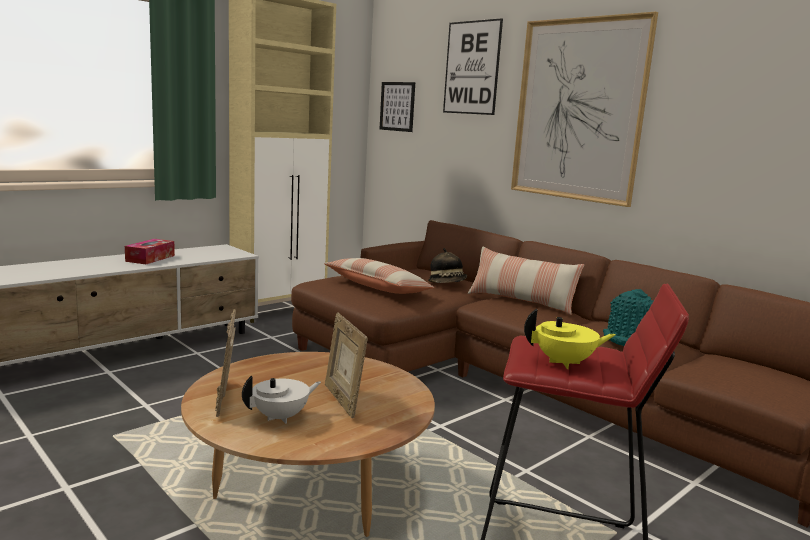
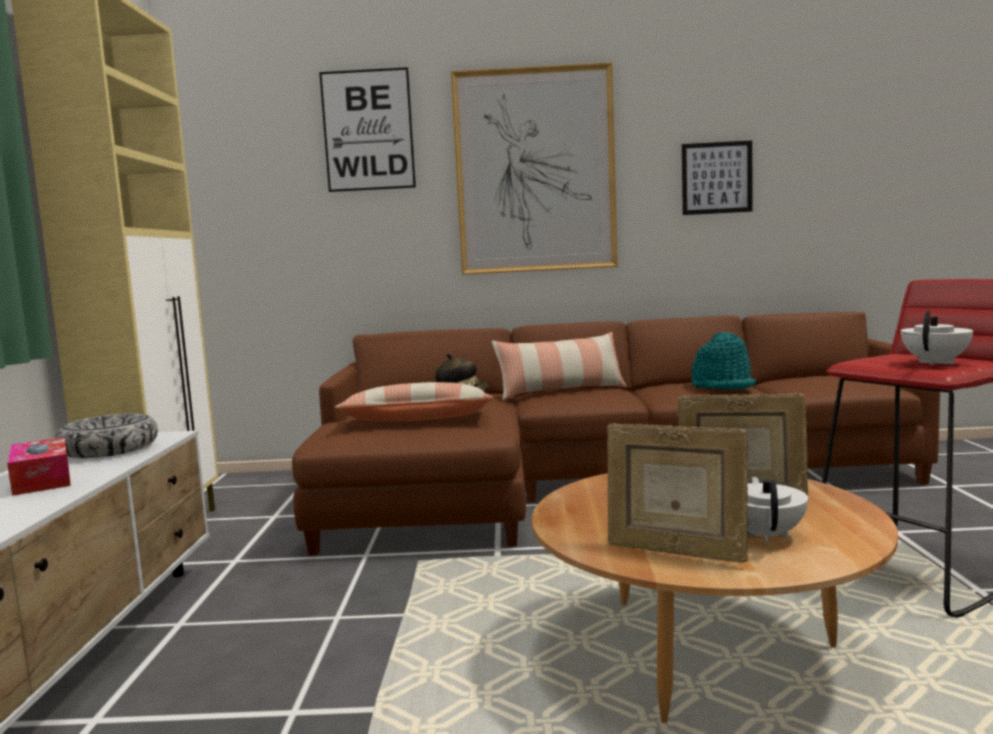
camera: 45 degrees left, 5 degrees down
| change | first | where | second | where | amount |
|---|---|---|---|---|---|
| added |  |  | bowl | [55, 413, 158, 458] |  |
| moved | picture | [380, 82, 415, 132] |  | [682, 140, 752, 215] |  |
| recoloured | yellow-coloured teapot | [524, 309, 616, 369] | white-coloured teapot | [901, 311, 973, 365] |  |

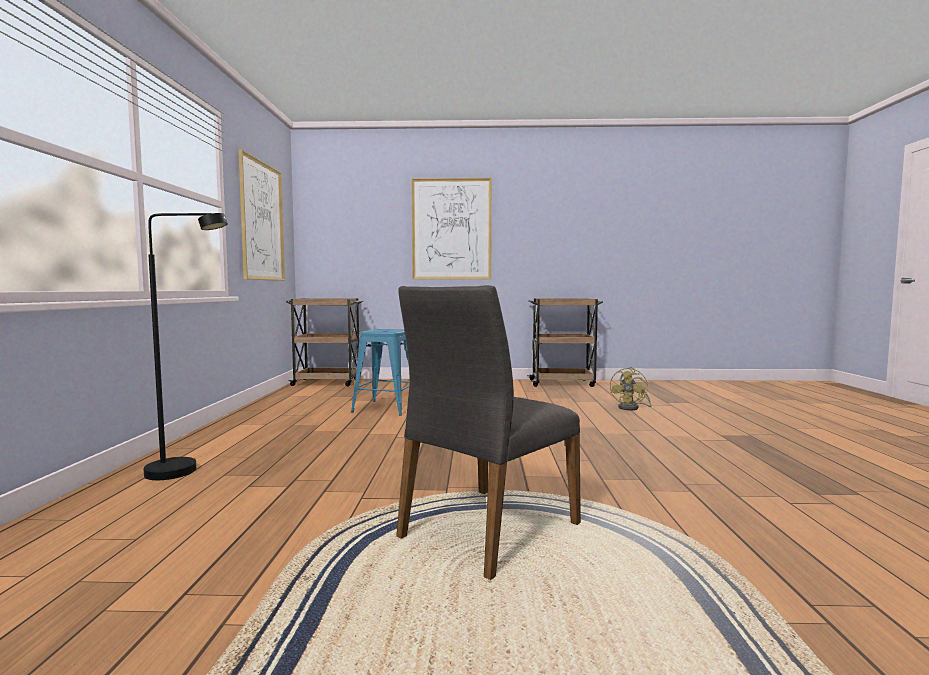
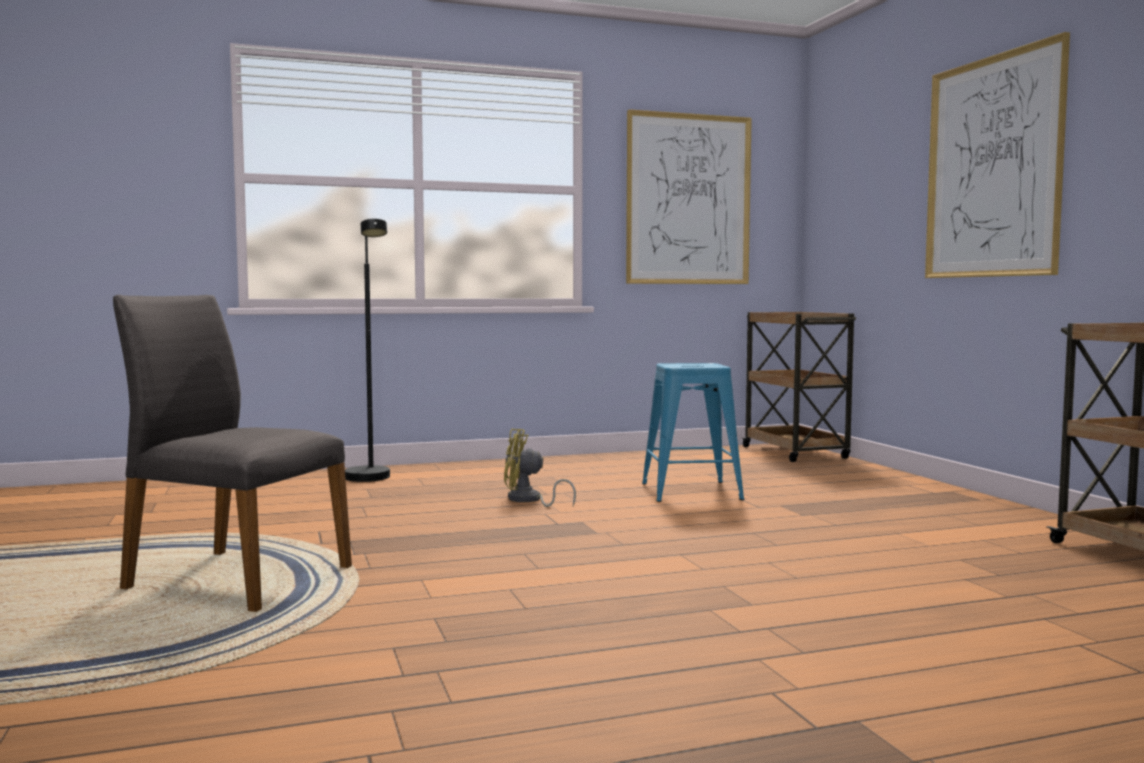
camera: 70 degrees right, 0 degrees up
| change | first | where | second | where | amount |
|---|---|---|---|---|---|
| moved | yellow-coloured cooling fan | [610, 367, 652, 410] |  | [504, 429, 576, 507] |  |

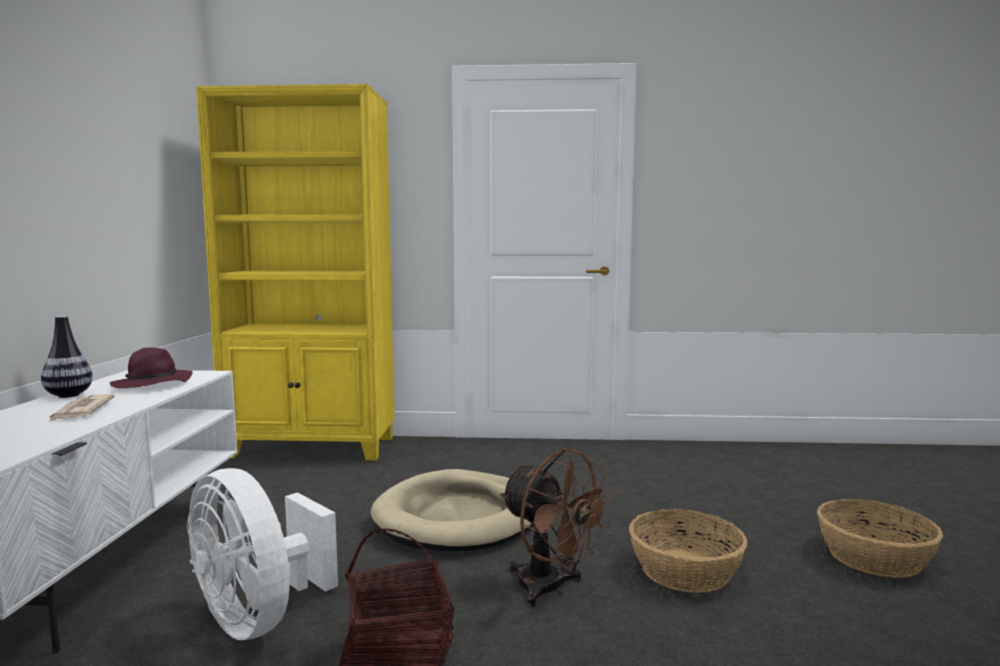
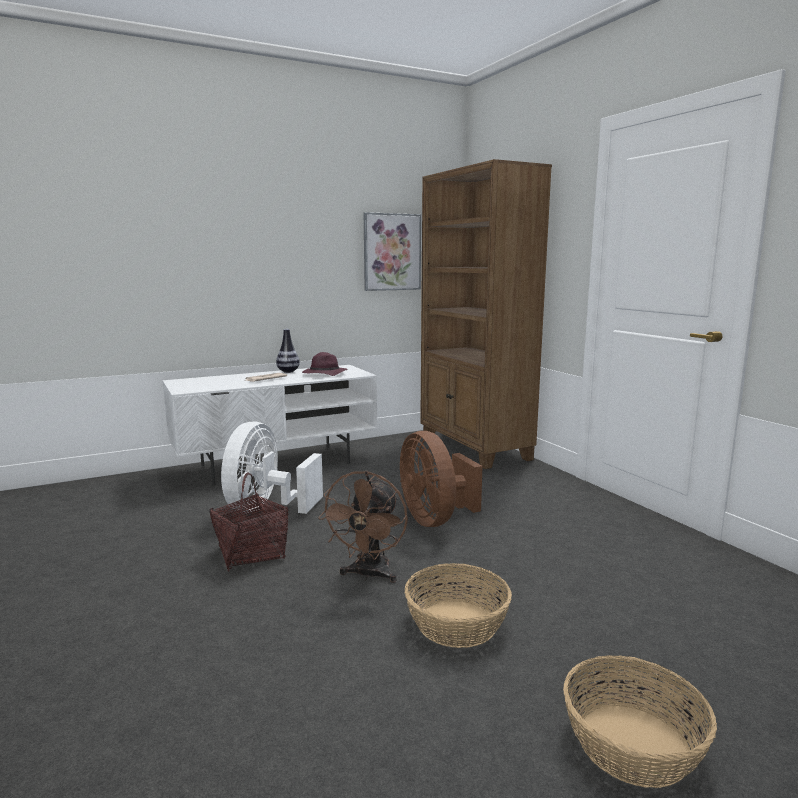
camera: 60 degrees right, 5 degrees up
| change | first | where | second | where | amount |
|---|---|---|---|---|---|
| added |  |  | picture | [364, 212, 421, 291] |  |
| replaced | beige-coloured dog cushion | [371, 469, 534, 551] | brown cooling fan | [400, 431, 483, 527] |  |
| recoloured | yellow-coloured shelving unit | [196, 84, 394, 461] | brown shelving unit | [420, 159, 552, 469] |  |

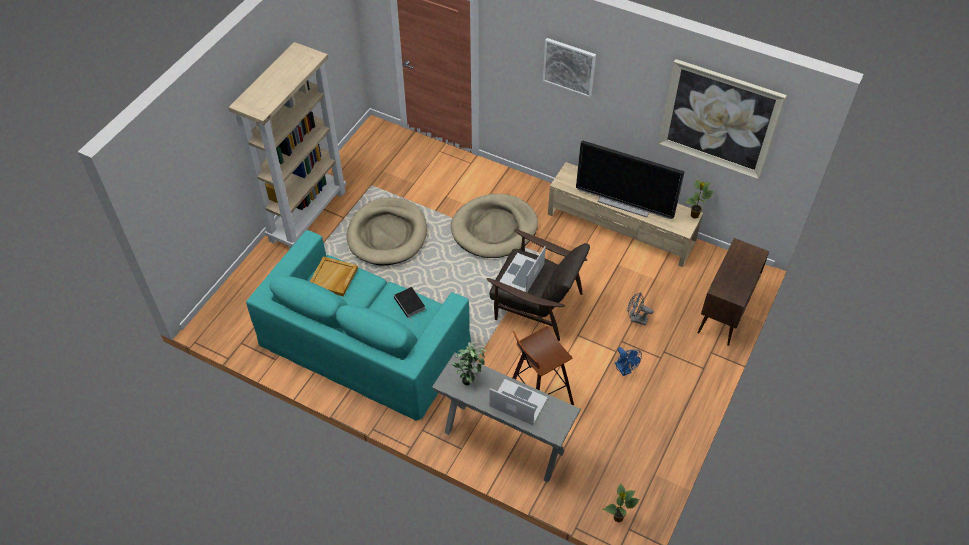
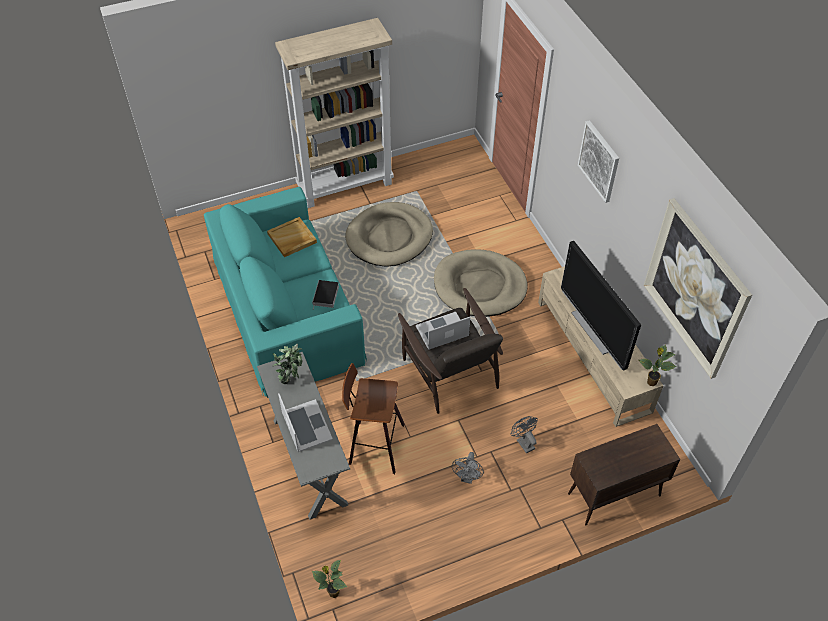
camera: 40 degrees right, 0 degrees up
| change | first | where | second | where | amount |
|---|---|---|---|---|---|
| recoloured | blue-coloured cooling fan | [615, 347, 642, 376] | gray cooling fan | [452, 452, 484, 484] |  |

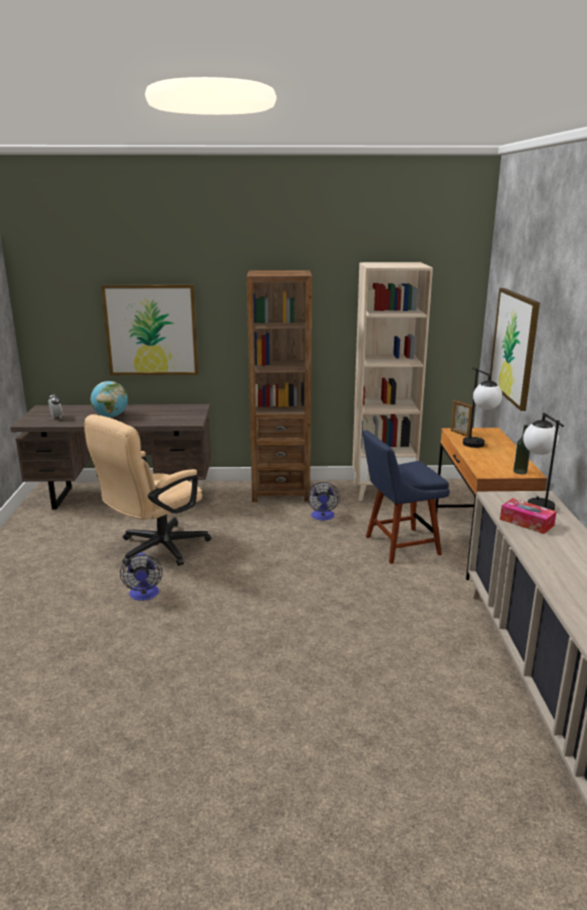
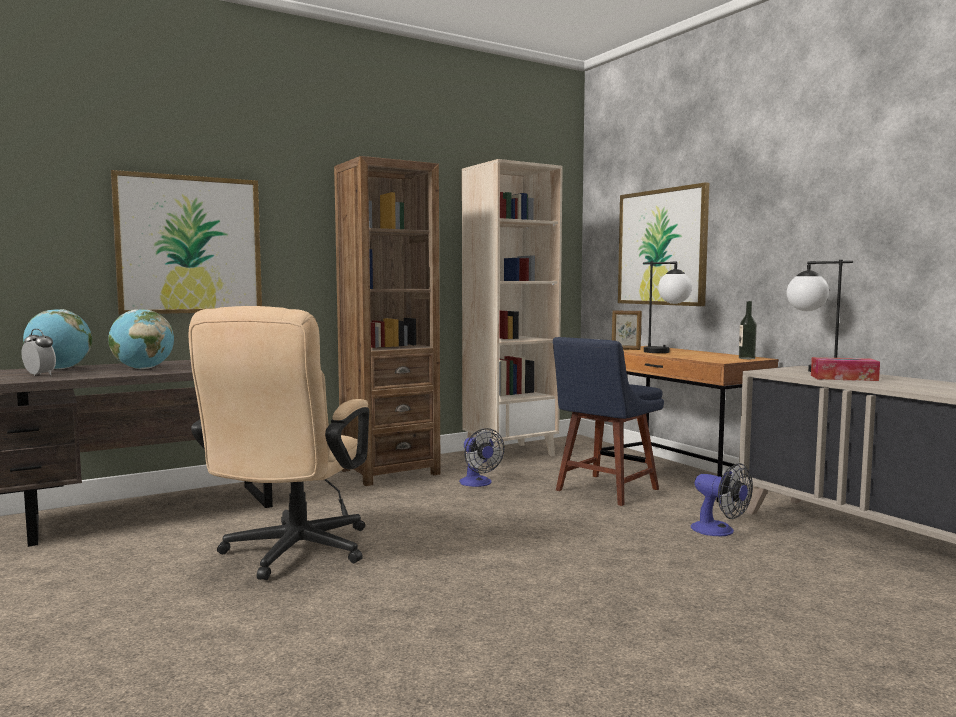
camera: 30 degrees left, 15 degrees down
| change | first | where | second | where | amount |
|---|---|---|---|---|---|
| added |  |  | globe | [23, 309, 92, 369] |  |
| moved | cooling fan | [120, 553, 163, 601] |  | [691, 463, 753, 536] |  |

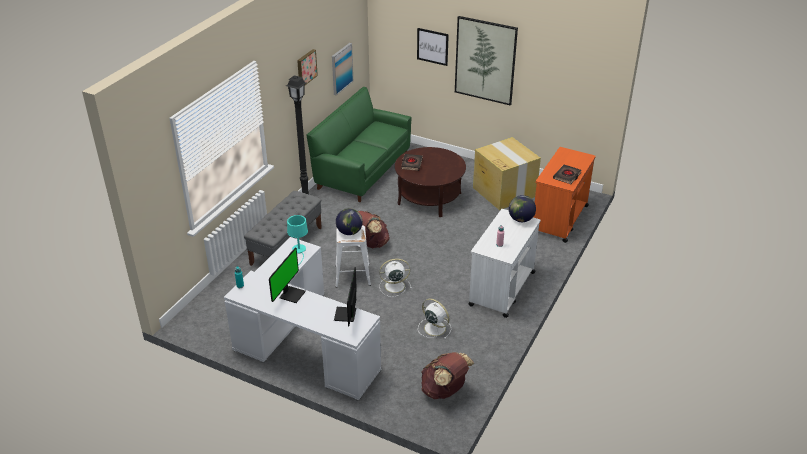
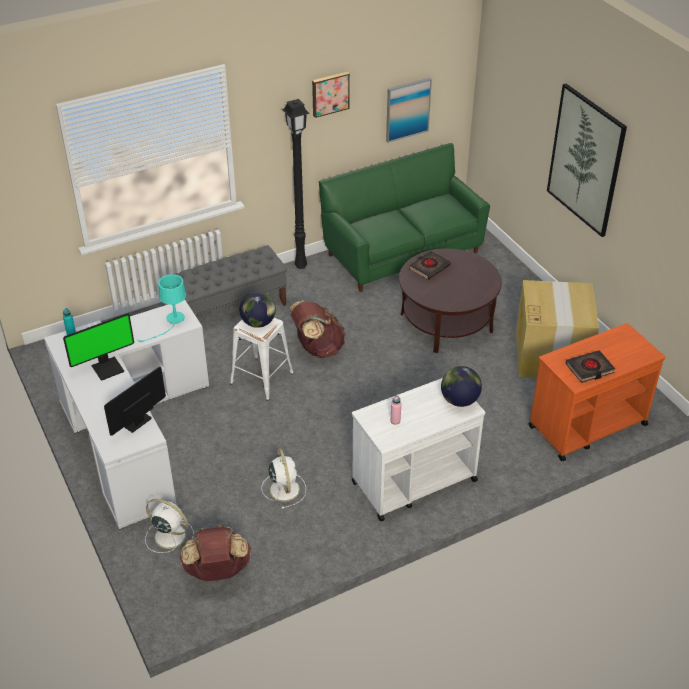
camera: 35 degrees right, 5 degrees up
| change | first | where | second | where | amount |
|---|---|---|---|---|---|
| moved | white-coloured cooling fan | [379, 258, 412, 297] |  | [145, 499, 194, 553] |  |
| removed | picture | [417, 28, 449, 66] |  |  |  |

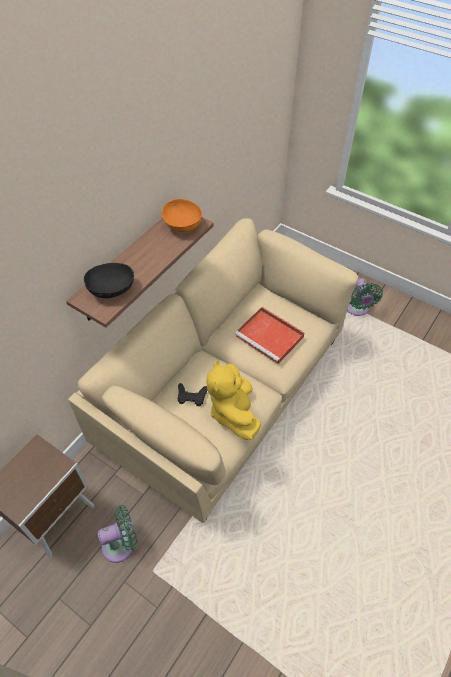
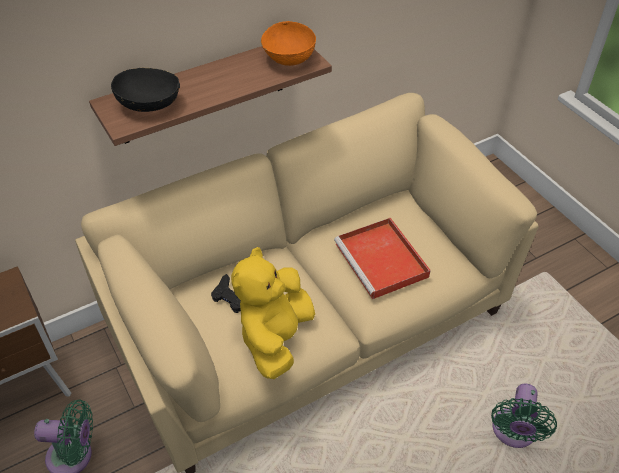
camera: 25 degrees right, 5 degrees down
| change | first | where | second | where | amount |
|---|---|---|---|---|---|
| moved | green cooling fan | [347, 278, 383, 316] |  | [491, 384, 557, 448] |  |

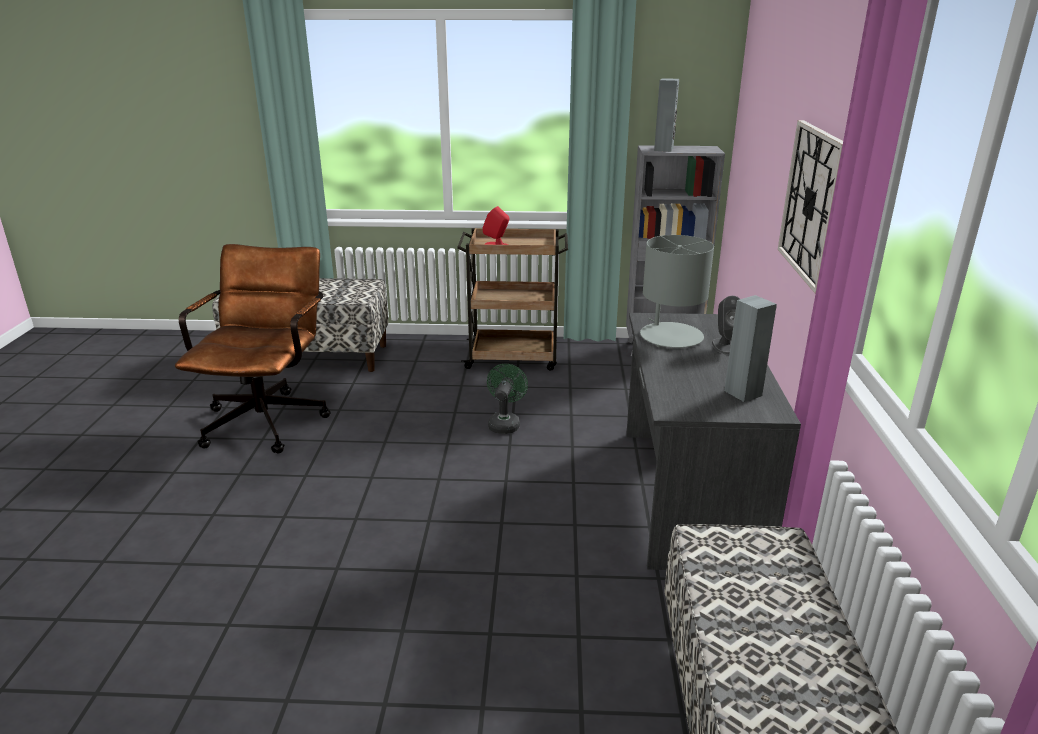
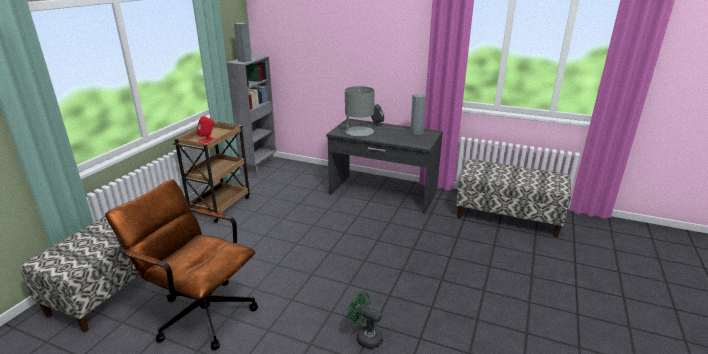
camera: 70 degrees left, 0 degrees up
| change | first | where | second | where | amount |
|---|---|---|---|---|---|
| moved | green cooling fan | [487, 364, 528, 434] |  | [347, 292, 383, 349] |  |
| removed | clock on the wall | [778, 120, 843, 294] |  |  |  |

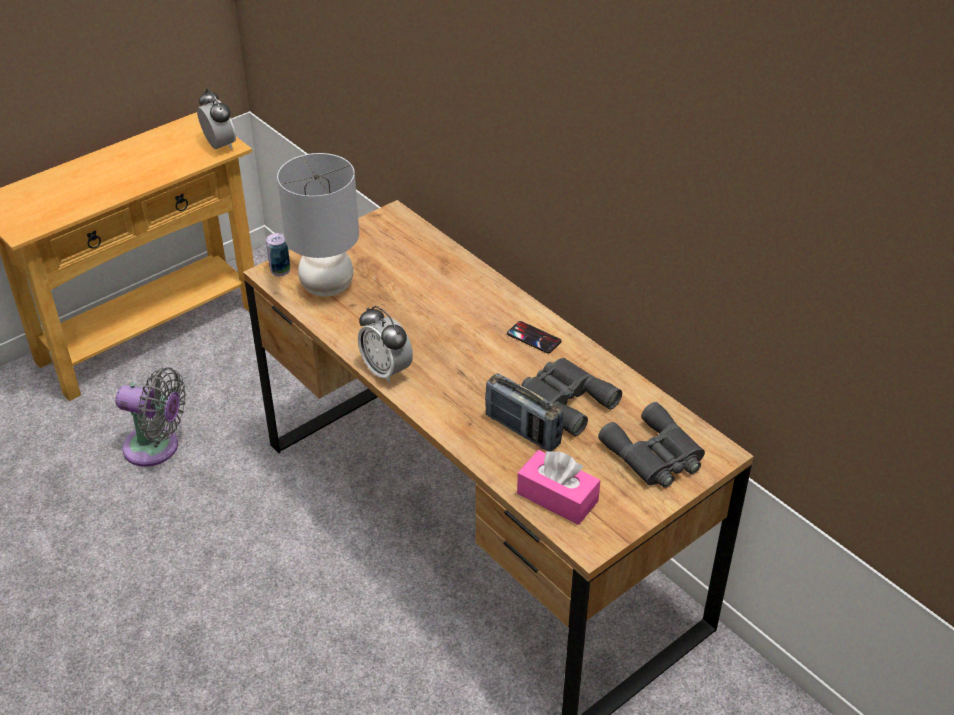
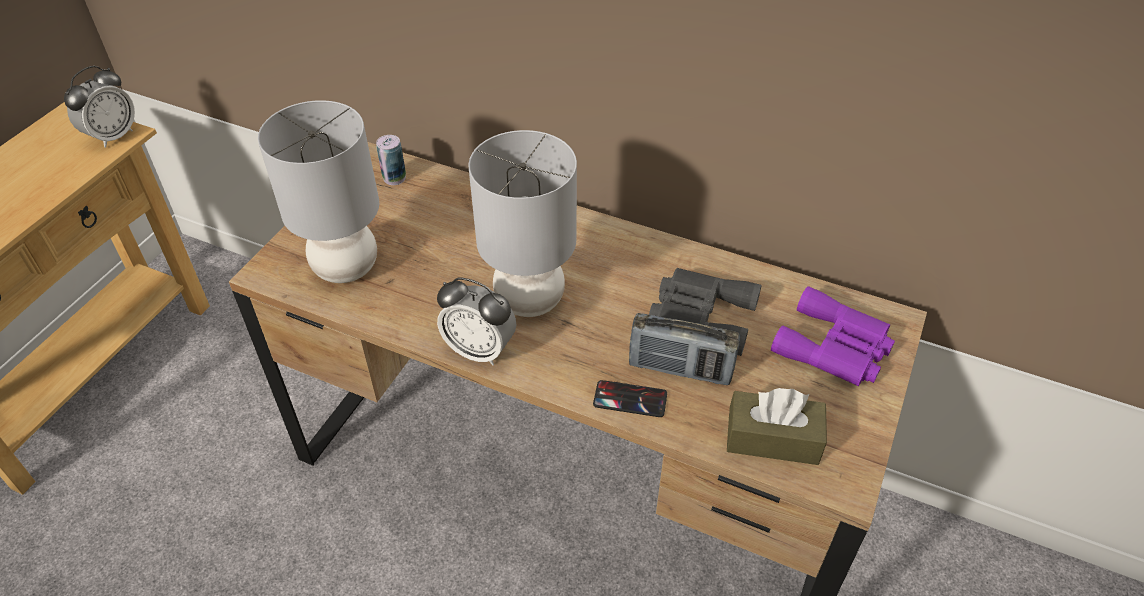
camera: 25 degrees left, 5 degrees up
| change | first | where | second | where | amount |
|---|---|---|---|---|---|
| turned | bedside clock | [197, 88, 236, 150] |  | [64, 66, 135, 148] | 90 degrees clockwise |
| moved | sealed can | [266, 233, 290, 276] |  | [376, 135, 406, 185] |  |
| added |  |  | gray table lamp | [468, 130, 577, 317] |  |
| moved | phone | [507, 321, 561, 354] |  | [593, 380, 667, 417] |  |
| recoloured | pink-coloured tissue box | [517, 450, 600, 525] | brown tissue box | [727, 388, 827, 465] |  |
| recoloured | gray pair of binoculars | [598, 402, 705, 488] | purple pair of binoculars | [771, 286, 895, 386] |  |
| removed | gray cooling fan | [115, 367, 186, 467] |  |  |  |

